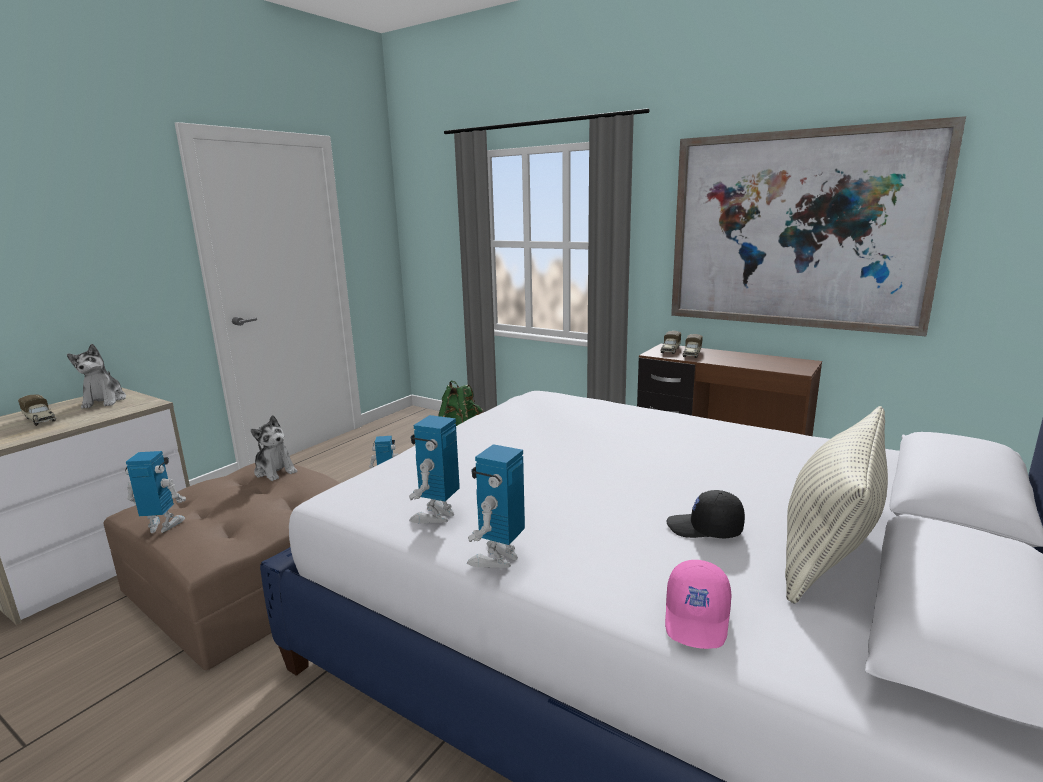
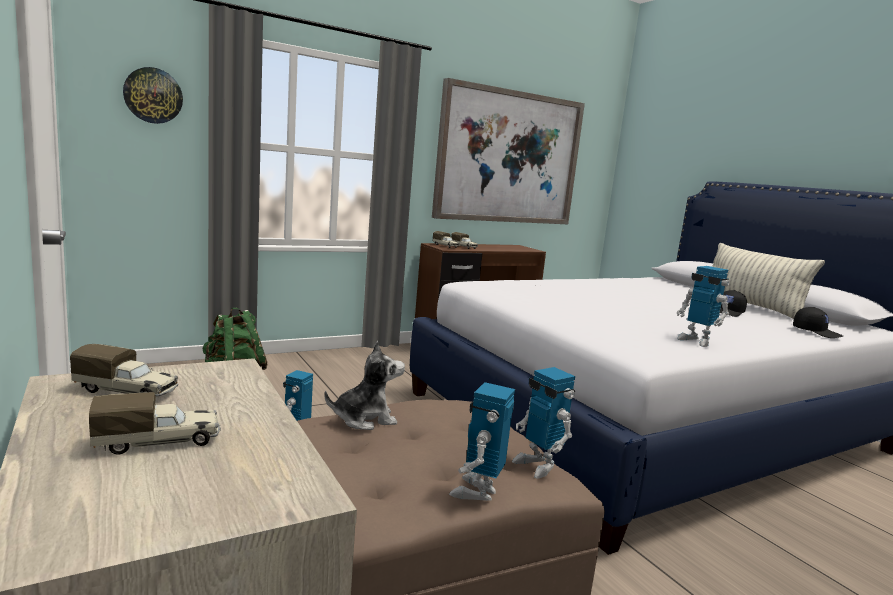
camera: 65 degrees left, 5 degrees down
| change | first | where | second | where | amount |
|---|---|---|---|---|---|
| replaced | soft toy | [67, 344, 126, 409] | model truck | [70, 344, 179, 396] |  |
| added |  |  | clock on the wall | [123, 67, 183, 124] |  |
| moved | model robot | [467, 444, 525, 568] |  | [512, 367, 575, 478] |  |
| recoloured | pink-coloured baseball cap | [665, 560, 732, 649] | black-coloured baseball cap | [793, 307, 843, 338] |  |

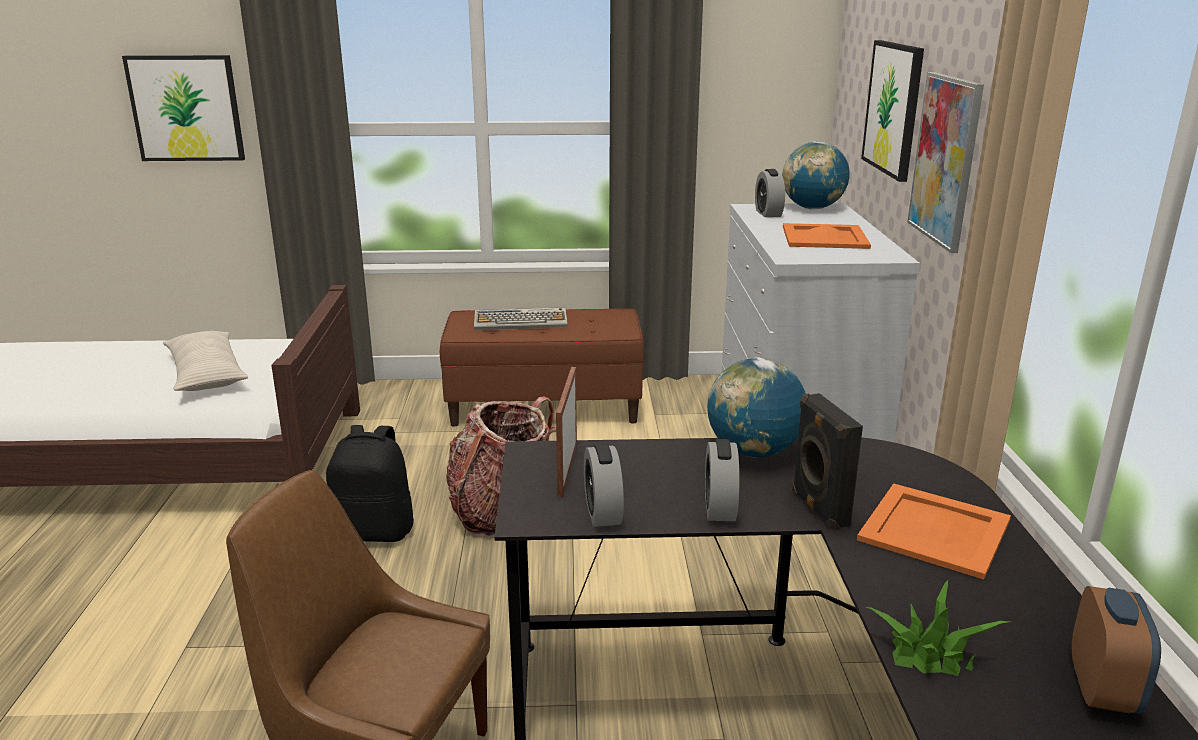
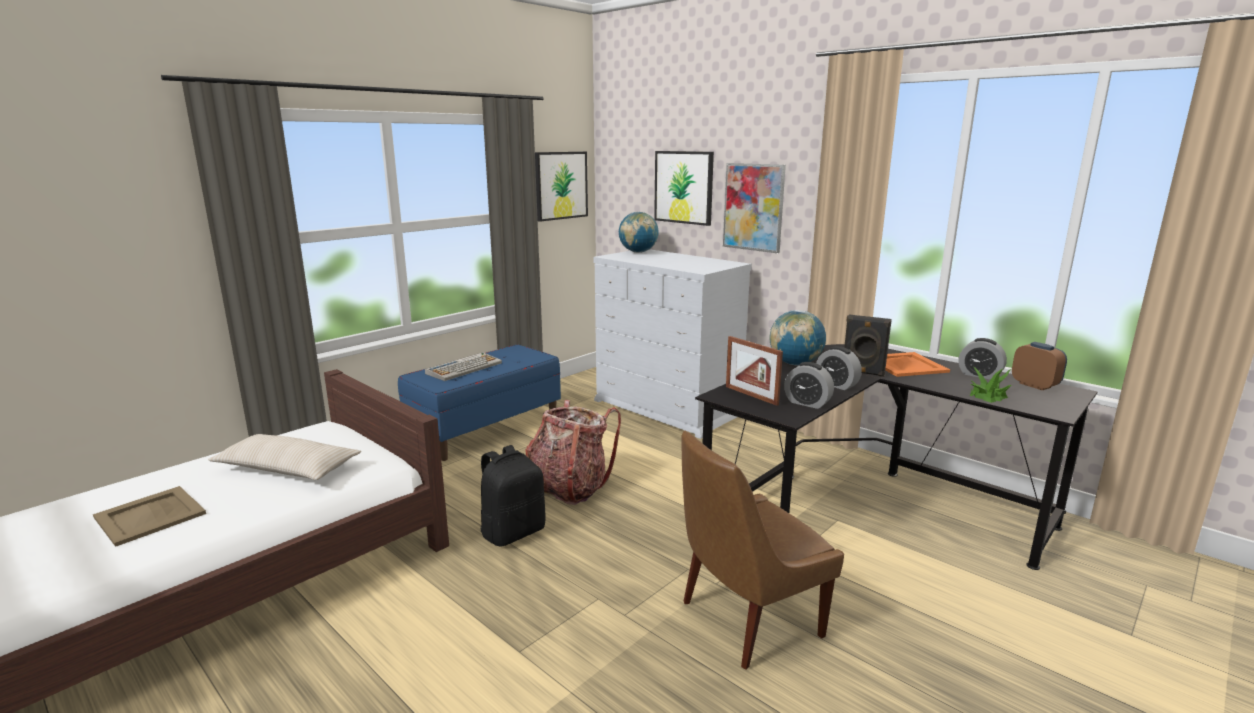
camera: 45 degrees left, 5 degrees down
| change | first | where | second | where | amount |
|---|---|---|---|---|---|
| added |  |  | beige-coloured serving tray | [93, 486, 206, 547] |  |
| recoloured | brown indoor bench | [440, 309, 644, 427] | blue-coloured indoor bench | [398, 344, 561, 461] |  |
| moved | picture | [122, 55, 245, 161] |  | [535, 152, 588, 222] |  |
| moved | bedside clock | [755, 169, 785, 217] |  | [958, 338, 1007, 380] |  |
| removed | orangey serving tray | [783, 223, 871, 249] |  |  |  |

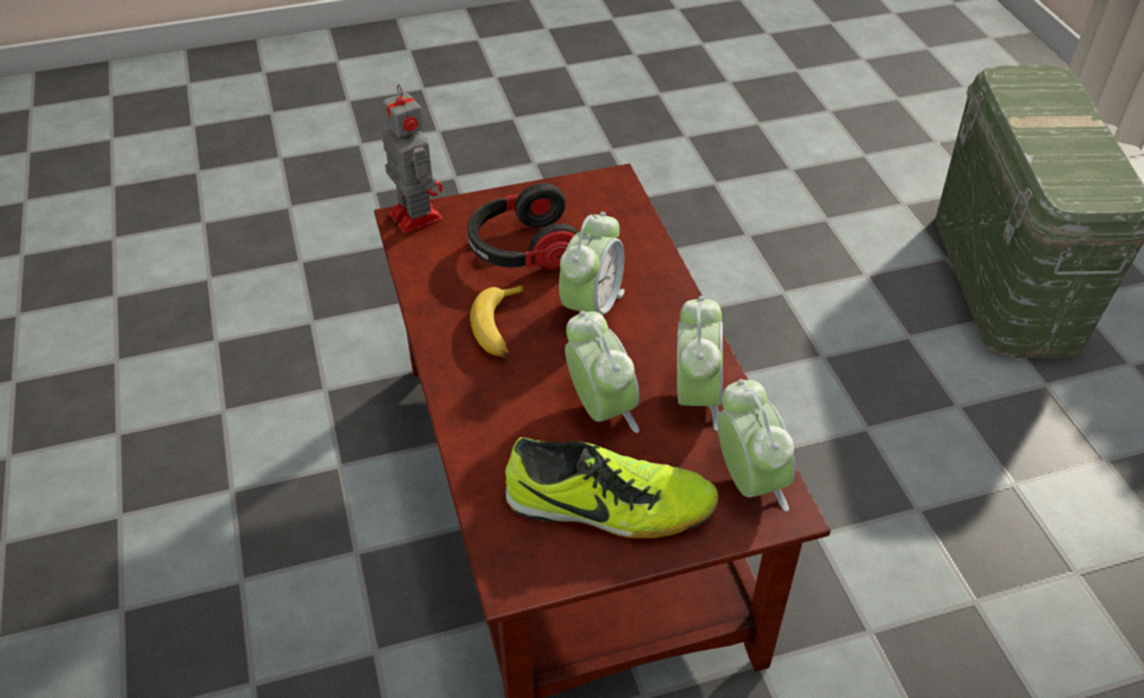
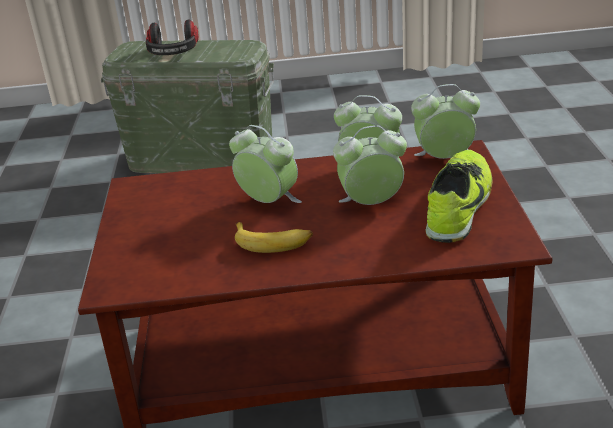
camera: 75 degrees left, 15 degrees down
| change | first | where | second | where | amount |
|---|---|---|---|---|---|
| moved | headphones | [467, 183, 578, 269] |  | [146, 20, 199, 55] |  |
| removed | model robot | [383, 84, 443, 234] |  |  |  |

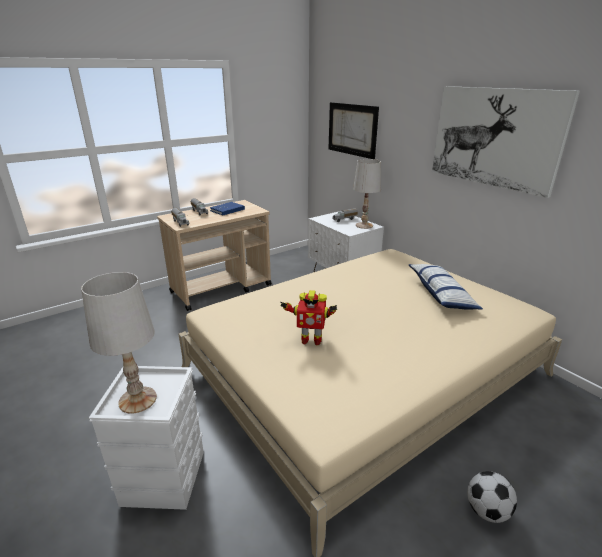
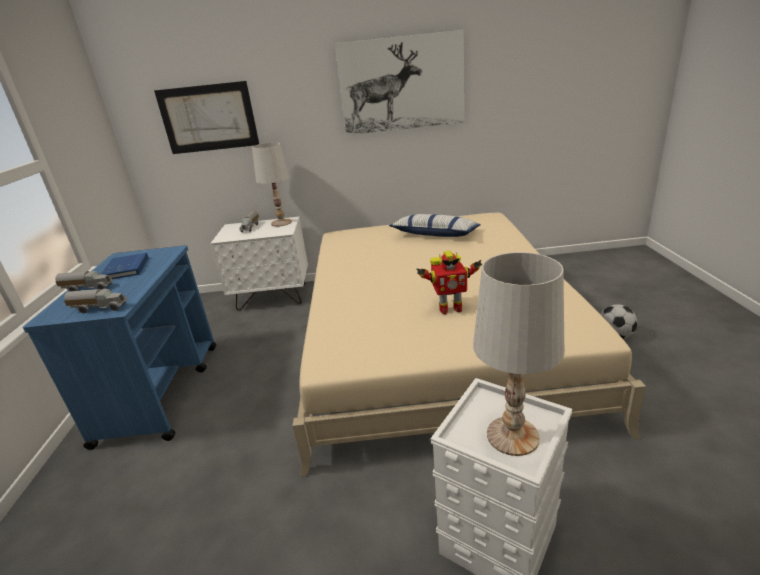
camera: 55 degrees left, 0 degrees up
| change | first | where | second | where | amount |
|---|---|---|---|---|---|
| recoloured | beige-coloured wheeled cart | [157, 200, 272, 311] | blue-coloured wheeled cart | [23, 245, 216, 450] |  |
| turned | model robot | [280, 290, 337, 345] |  | [416, 251, 482, 314] | 45 degrees clockwise |

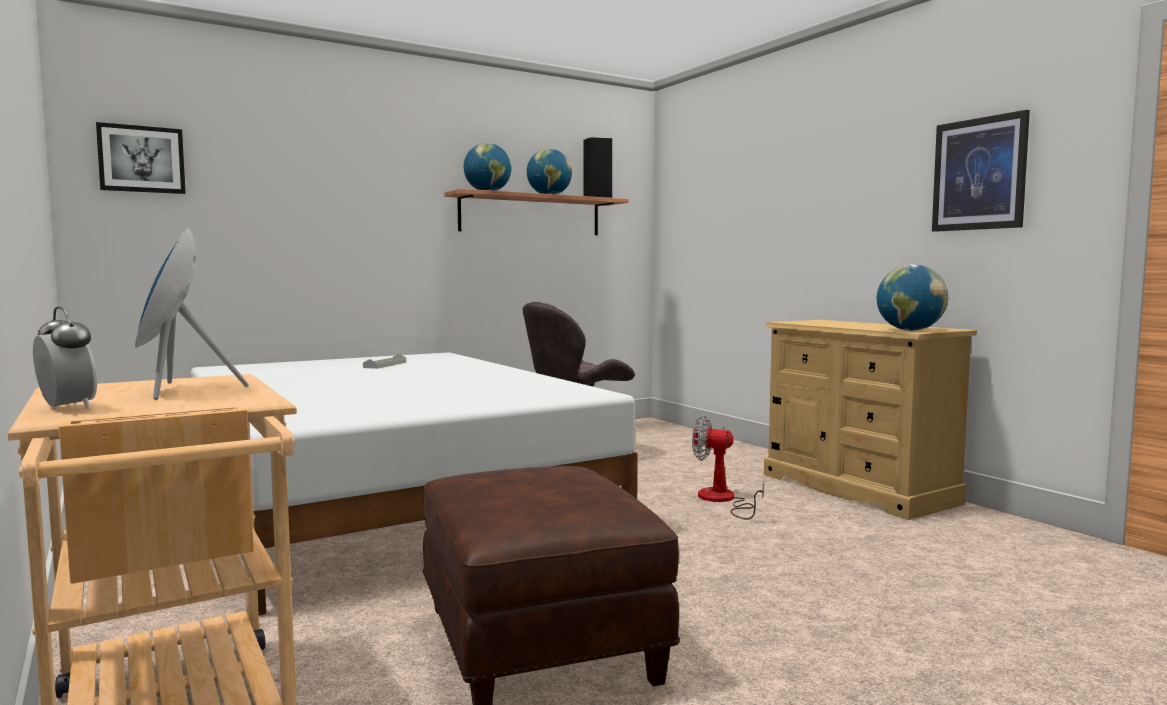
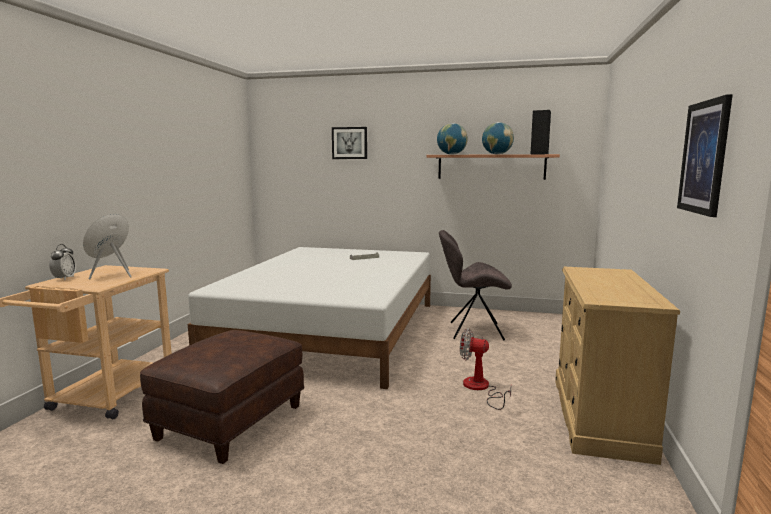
camera: 45 degrees right, 5 degrees up
| change | first | where | second | where | amount |
|---|---|---|---|---|---|
| moved | picture | [96, 122, 186, 194] |  | [332, 127, 367, 159] |  |
| turned | cooling fan | [692, 416, 764, 520] |  | [460, 328, 512, 410] | 45 degrees counterclockwise |
| removed | globe | [877, 265, 948, 331] |  |  |  |

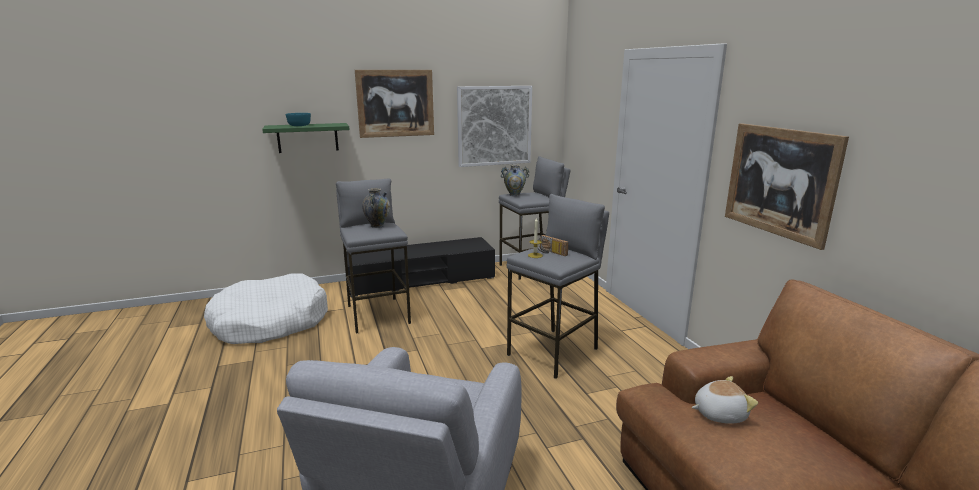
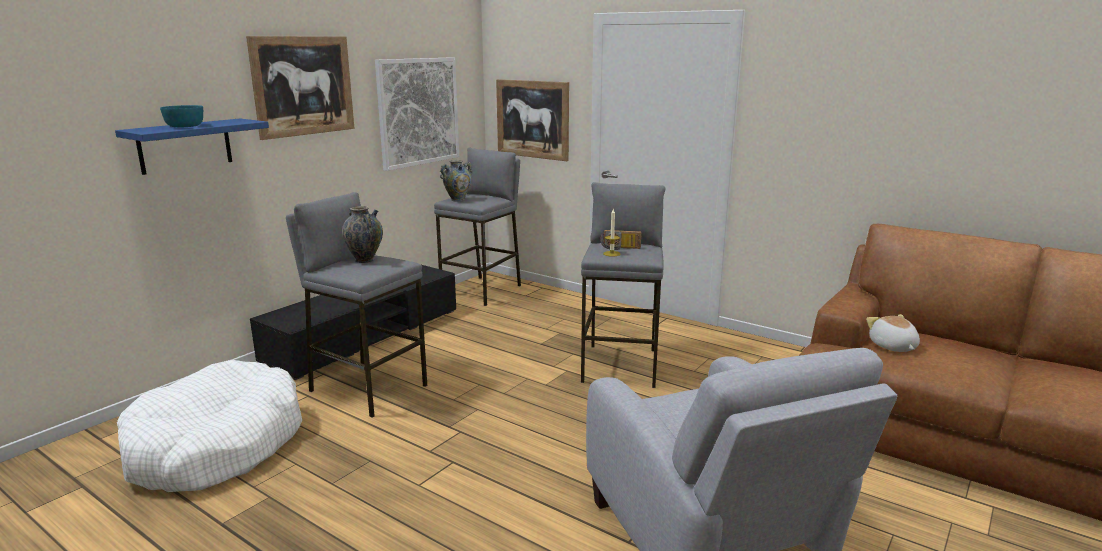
camera: 35 degrees left, 0 degrees up
| change | first | where | second | where | amount |
|---|---|---|---|---|---|
| recoloured | green bracket shelf | [262, 123, 350, 153] | blue-coloured bracket shelf | [115, 119, 269, 175] |  |
| moved | picture | [725, 123, 849, 250] |  | [496, 79, 569, 161] |  |
| turned | soft toy | [692, 376, 758, 424] |  | [866, 314, 920, 352] | 60 degrees counterclockwise |

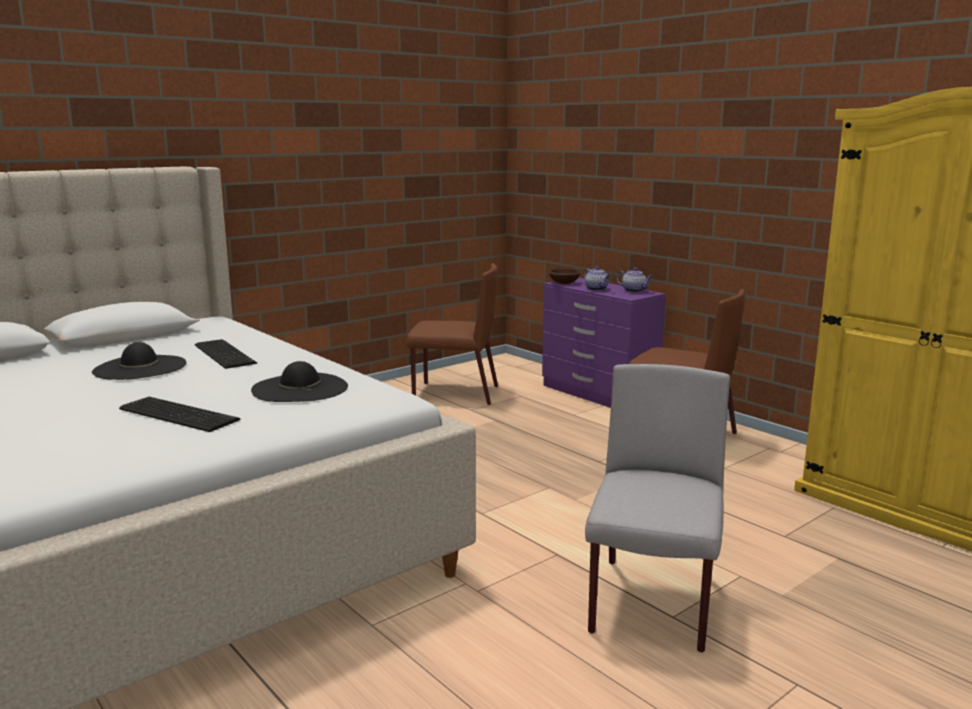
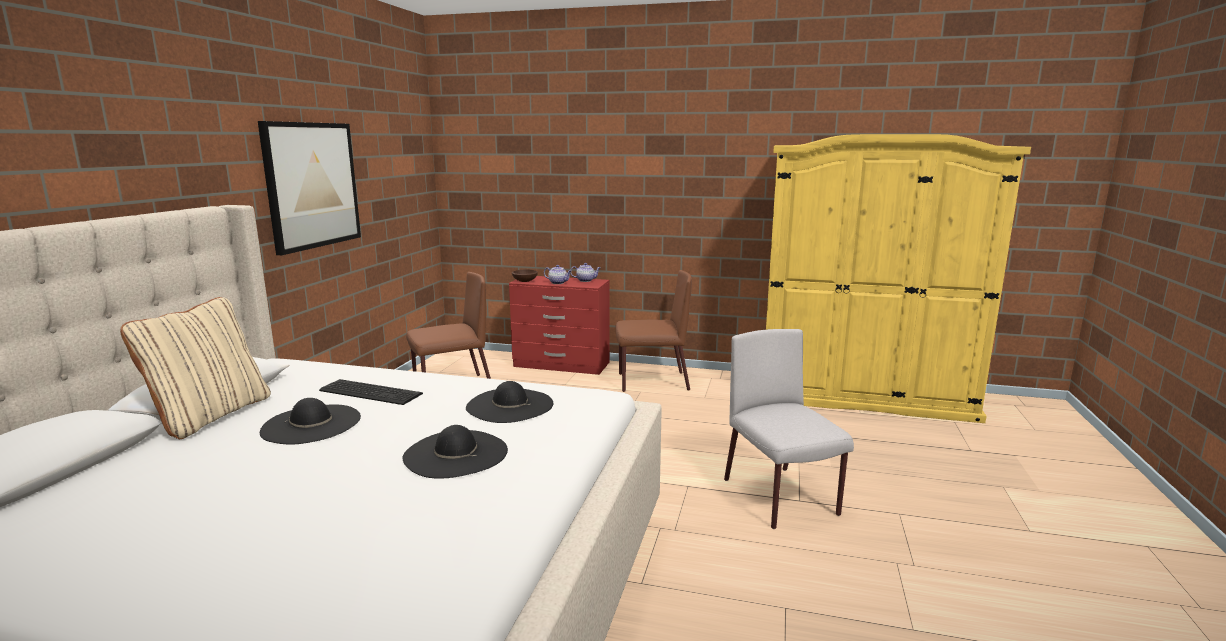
camera: 35 degrees left, 0 degrees up
| change | first | where | second | where | amount |
|---|---|---|---|---|---|
| added |  |  | beige-coloured pillow | [120, 297, 271, 439] |  |
| added |  |  | picture | [258, 121, 361, 255] |  |
| replaced | PC keyboard | [119, 397, 240, 432] | black-coloured clothing hat | [402, 425, 508, 479] |  |
| recoloured | purple chest of drawers | [542, 278, 666, 408] | reddish chest of drawers | [509, 276, 610, 375] |  |

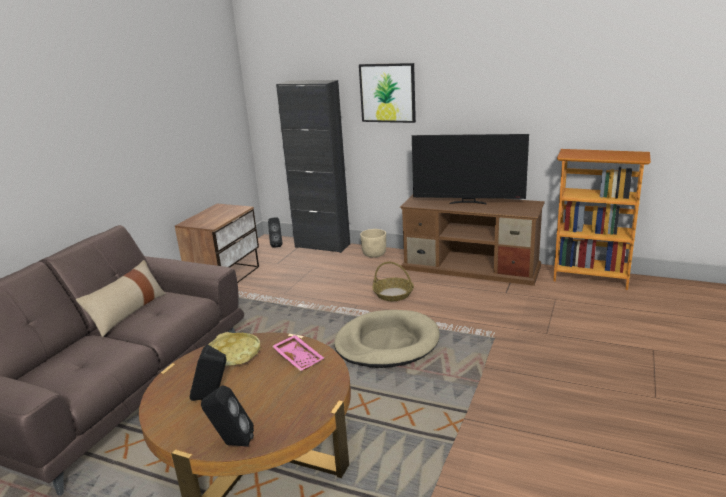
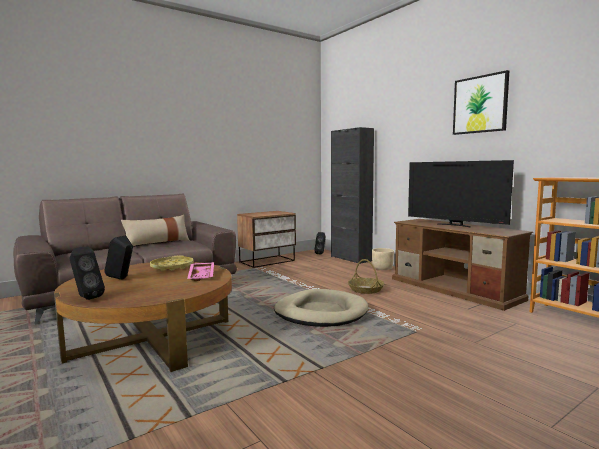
camera: 30 degrees right, 15 degrees down
| change | first | where | second | where | amount |
|---|---|---|---|---|---|
| moved | picture | [359, 63, 416, 123] |  | [453, 70, 509, 135] |  |

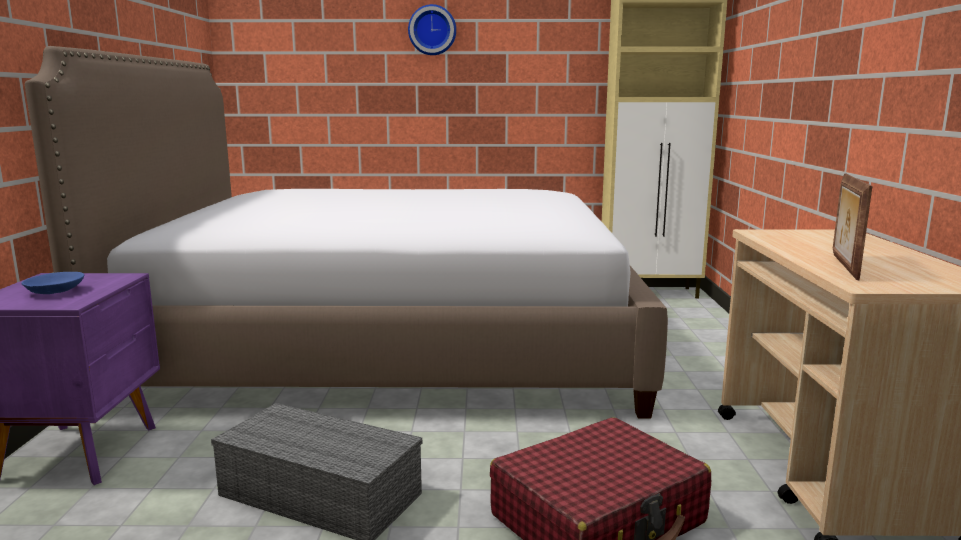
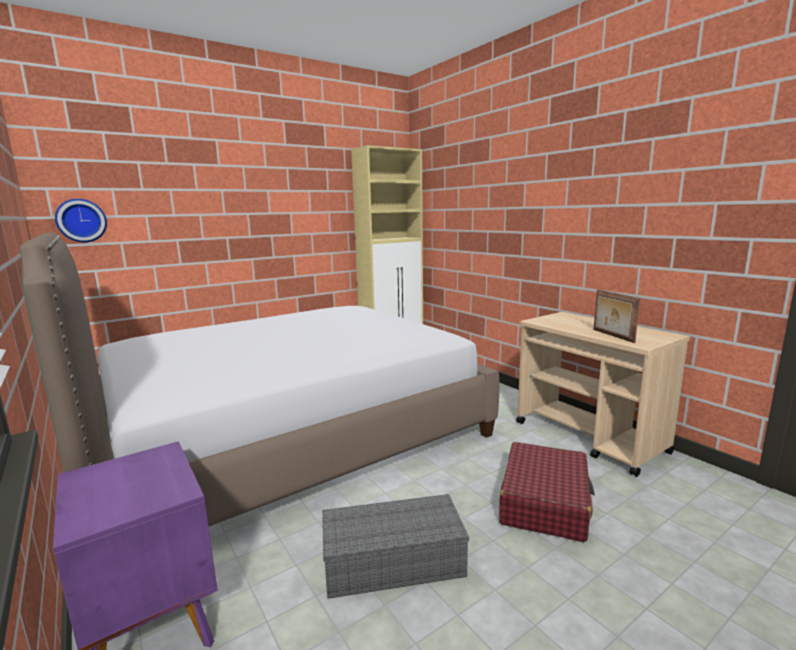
camera: 35 degrees left, 0 degrees up
| change | first | where | second | where | amount |
|---|---|---|---|---|---|
| moved | clock on the wall | [408, 4, 456, 55] |  | [55, 199, 107, 242] |  |
| removed | blue-coloured bowl | [21, 272, 84, 294] |  |  |  |

